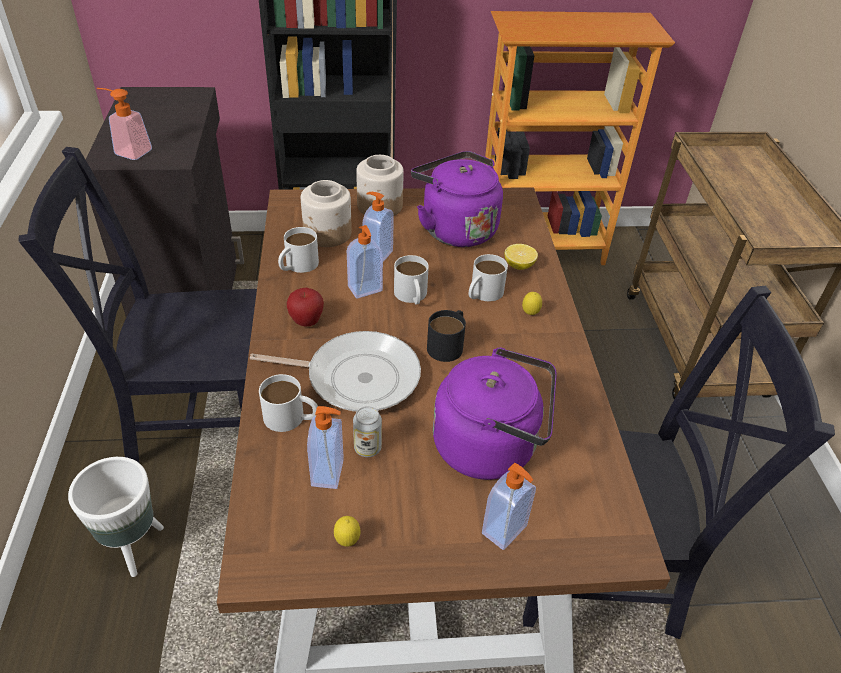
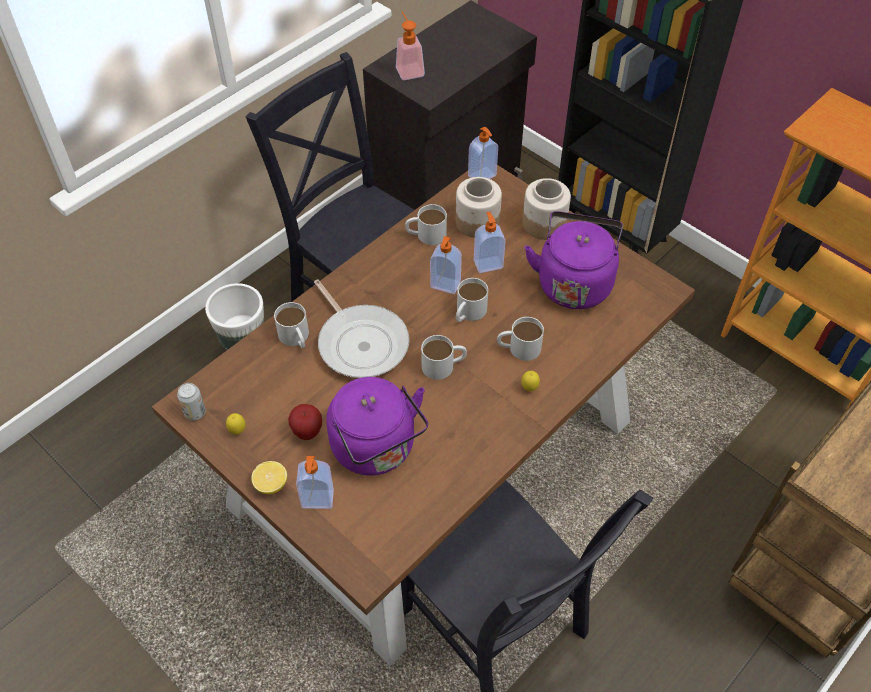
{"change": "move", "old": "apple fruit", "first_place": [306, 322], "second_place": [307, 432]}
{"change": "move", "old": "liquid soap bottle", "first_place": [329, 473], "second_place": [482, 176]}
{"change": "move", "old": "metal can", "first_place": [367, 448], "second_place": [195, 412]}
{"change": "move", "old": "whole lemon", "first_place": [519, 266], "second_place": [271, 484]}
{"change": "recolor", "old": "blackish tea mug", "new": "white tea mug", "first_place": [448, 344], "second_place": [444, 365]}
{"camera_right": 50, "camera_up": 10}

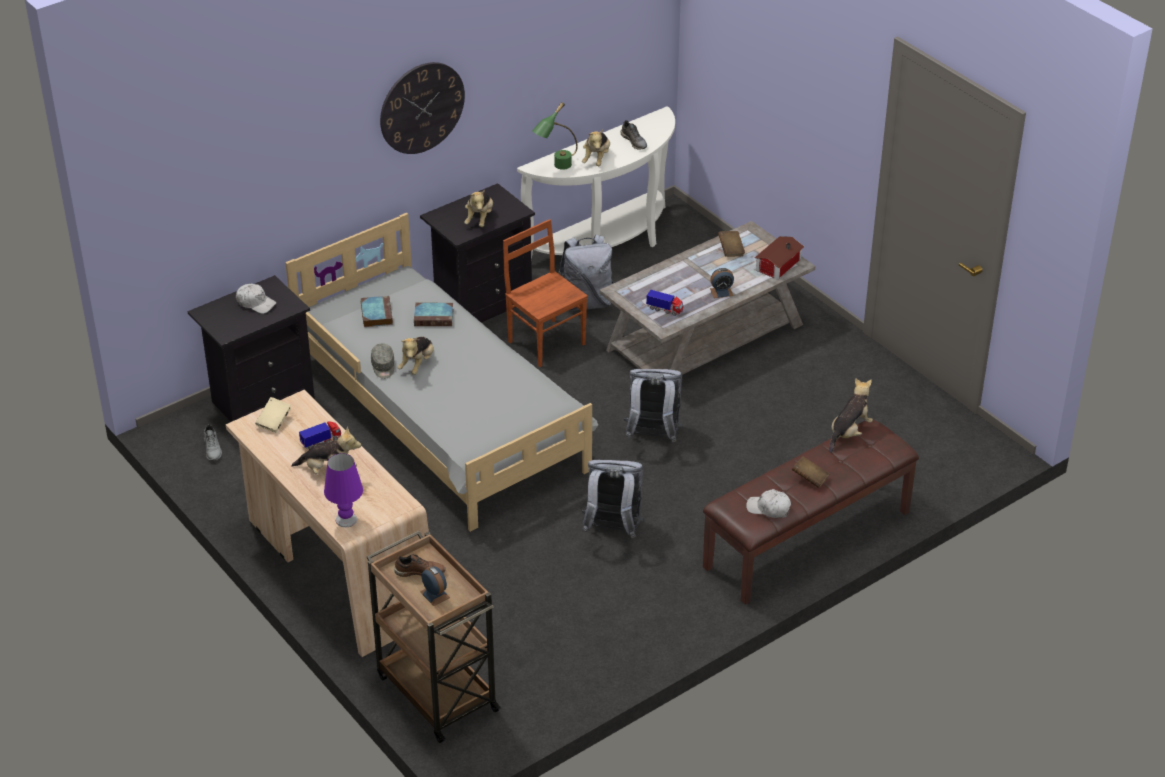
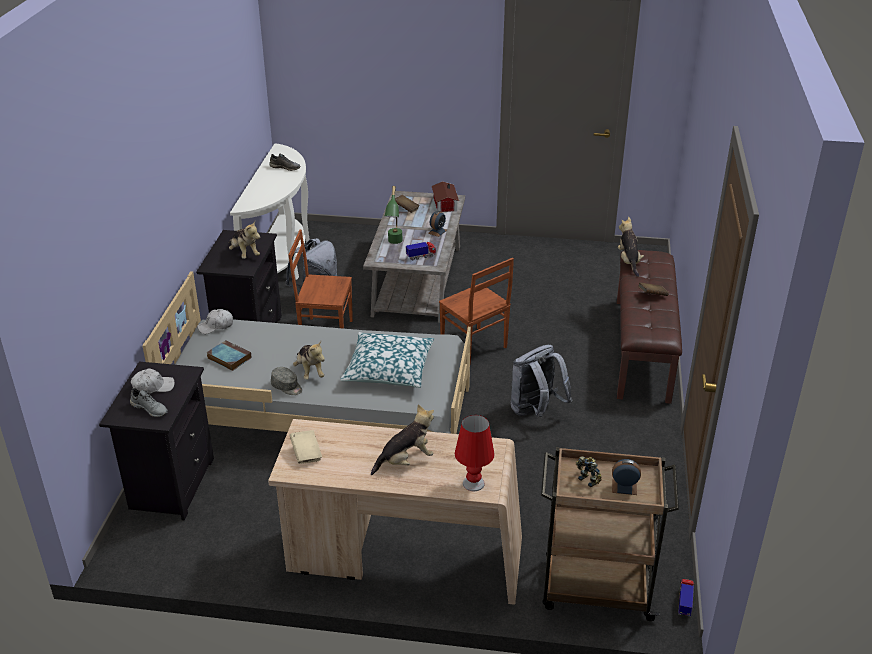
{"change": "delete", "old": "hanging clock", "first_place": [422, 107]}
{"change": "delete", "old": "volume", "first_place": [434, 317]}
{"change": "delete", "old": "soft toy", "first_place": [596, 159]}
{"change": "insert", "new": "throw pillow", "second_place": [388, 369]}
{"change": "move", "old": "gray shoe", "first_place": [213, 449], "second_place": [150, 409]}
{"change": "move", "old": "model truck", "first_place": [321, 442], "second_place": [684, 603]}
{"change": "move", "old": "greenish tabletop lamp", "first_place": [556, 167], "second_place": [394, 243]}
{"change": "move", "old": "white peaked cap", "first_place": [769, 509], "second_place": [216, 326]}
{"change": "replace", "old": "brownish shoe", "new": "toy robot", "first_place": [420, 572], "second_place": [589, 479]}
{"change": "replace", "old": "gray knapsack", "new": "brownish chair", "first_place": [652, 437], "second_place": [473, 347]}
{"change": "recolor", "old": "purple tabletop lamp", "new": "red-coloured tabletop lamp", "first_place": [346, 519], "second_place": [473, 483]}
{"camera_right": -45, "camera_up": -5}

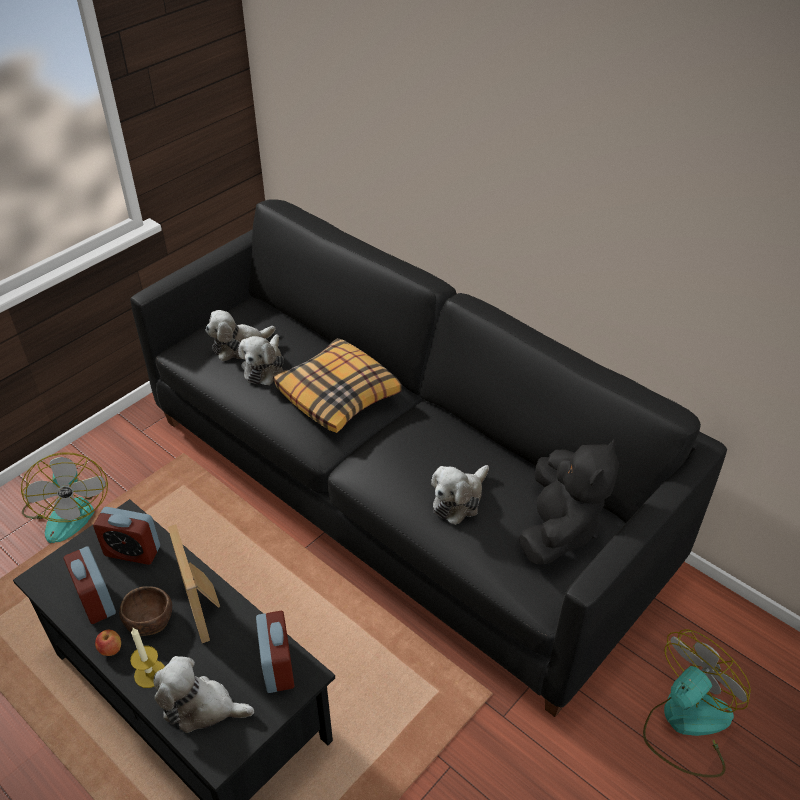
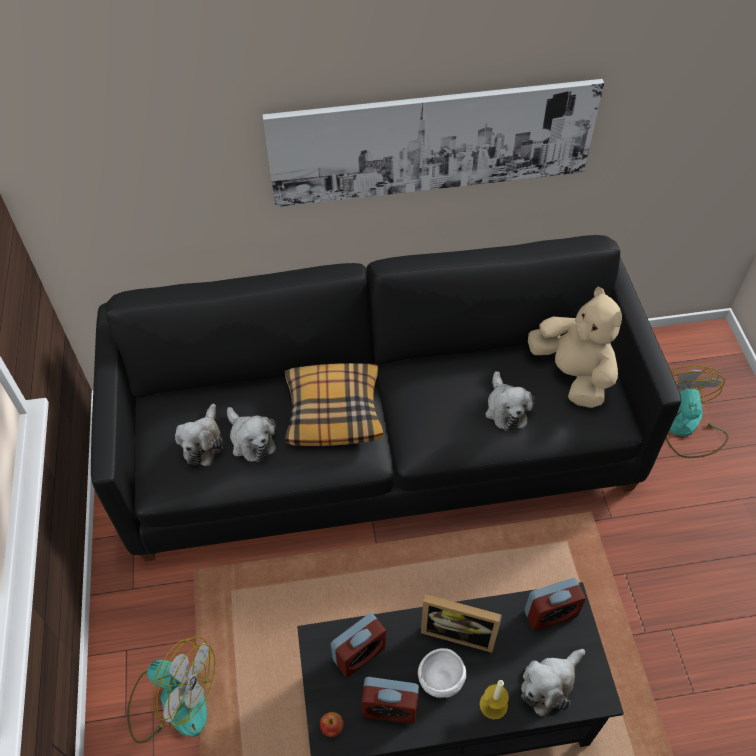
{"change": "insert", "new": "wall picture", "second_place": [432, 142]}
{"change": "move", "old": "apple fruit", "first_place": [111, 649], "second_place": [332, 728]}
{"change": "recolor", "old": "brownish serving bowl", "new": "white serving bowl", "first_place": [148, 619], "second_place": [440, 678]}
{"change": "recolor", "old": "blackish soft toy", "new": "sand-coloured soft toy", "first_place": [558, 529], "second_place": [572, 374]}
{"change": "rotate", "old": "table clock", "first_place": [277, 667], "second_place": [550, 614], "degrees": 135}
{"camera_right": -50, "camera_up": 10}

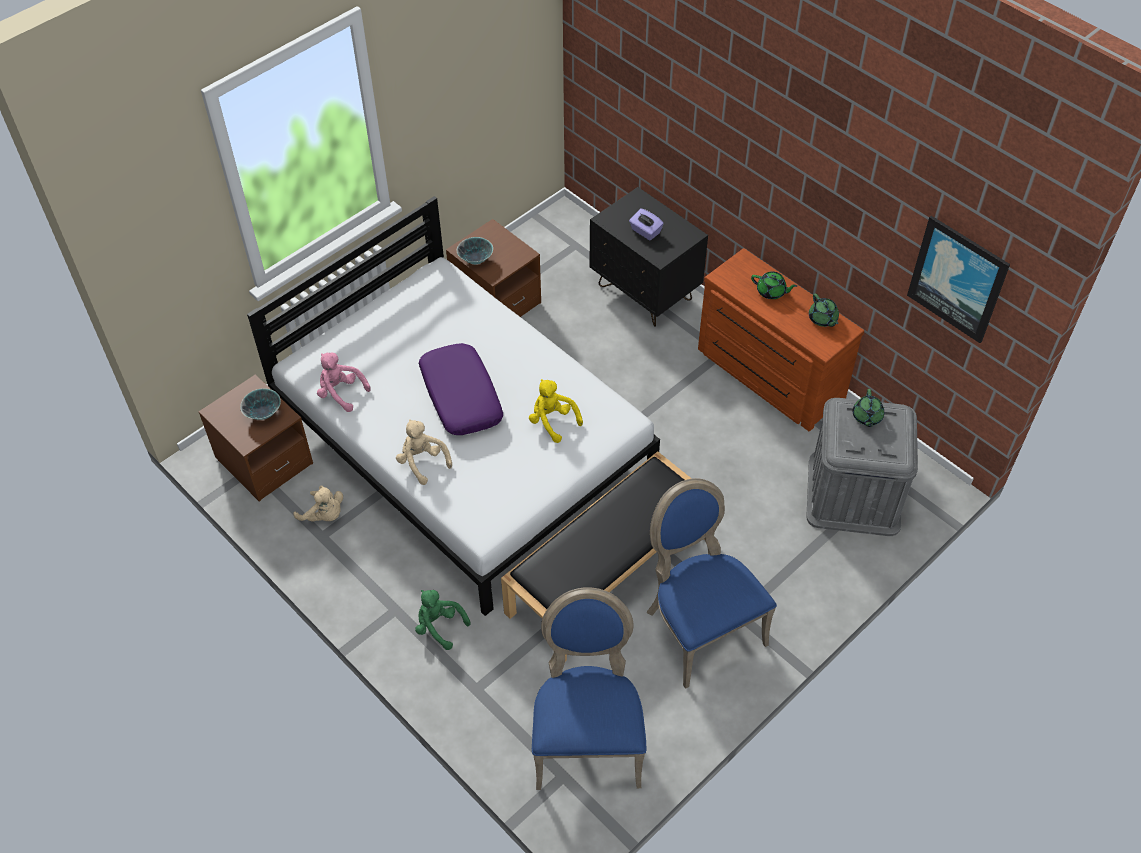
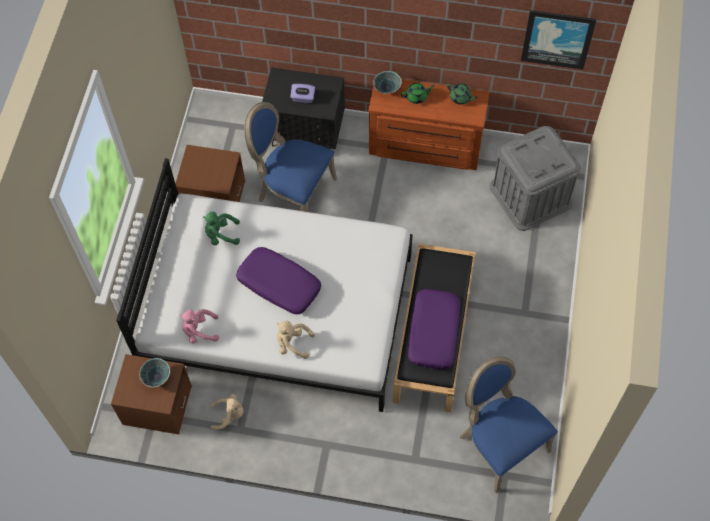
{"change": "delete", "old": "yellow soft toy", "first_place": [552, 421]}
{"change": "delete", "old": "greenish teapot", "first_place": [867, 417]}
{"change": "insert", "new": "purple throw pillow", "second_place": [433, 332]}
{"change": "move", "old": "greenish soft toy", "first_place": [439, 626], "second_place": [221, 235]}
{"change": "move", "old": "serving bowl", "first_place": [476, 260], "second_place": [387, 89]}
{"change": "move", "old": "blue-coloured chair", "first_place": [699, 626], "second_place": [293, 191]}
{"camera_right": -35, "camera_up": 10}

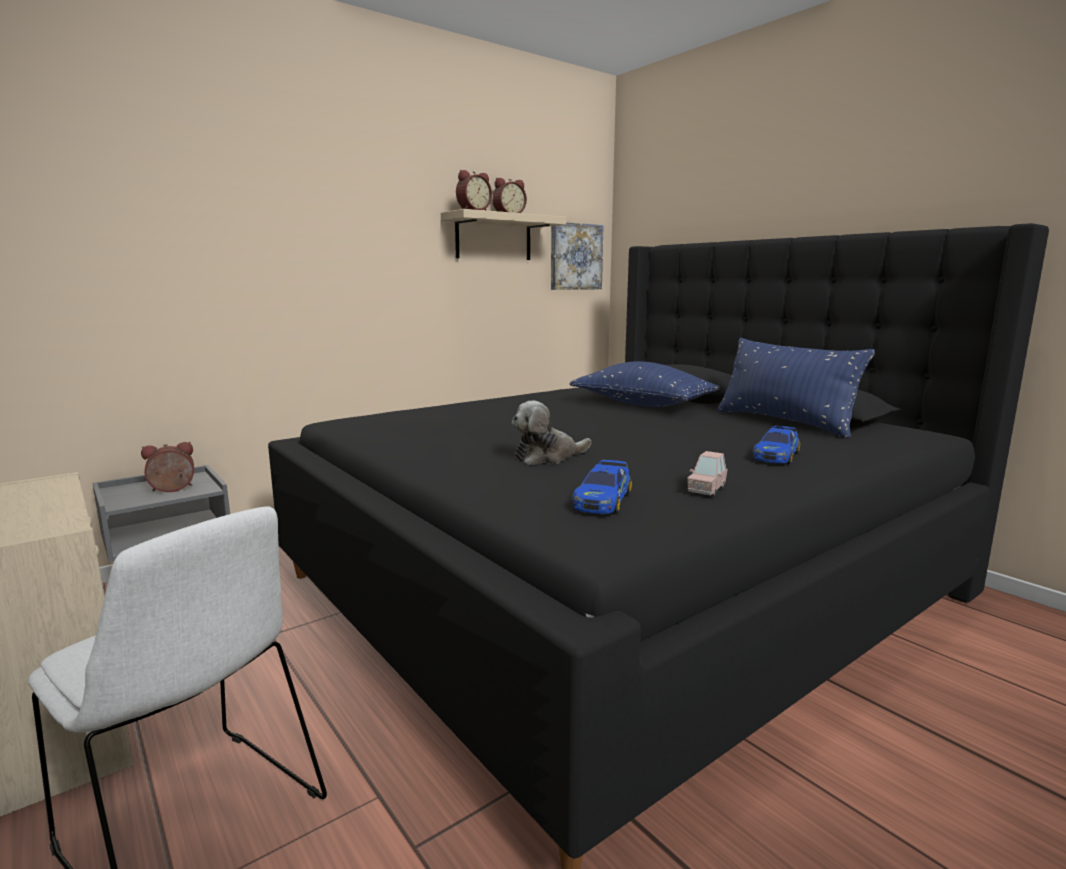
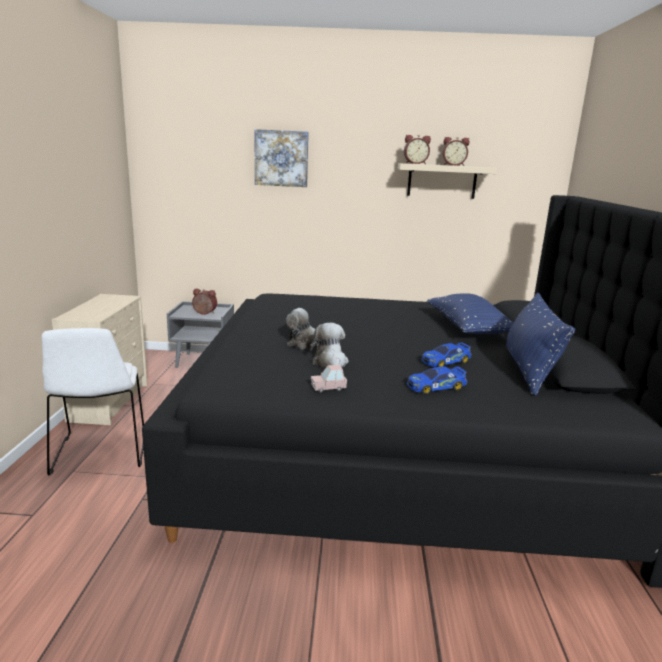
{"change": "insert", "new": "soft toy", "second_place": [330, 364]}
{"change": "move", "old": "wall picture", "first_place": [575, 257], "second_place": [281, 158]}
{"change": "move", "old": "toy car", "first_place": [603, 499], "second_place": [445, 361]}
{"camera_right": 40, "camera_up": 5}

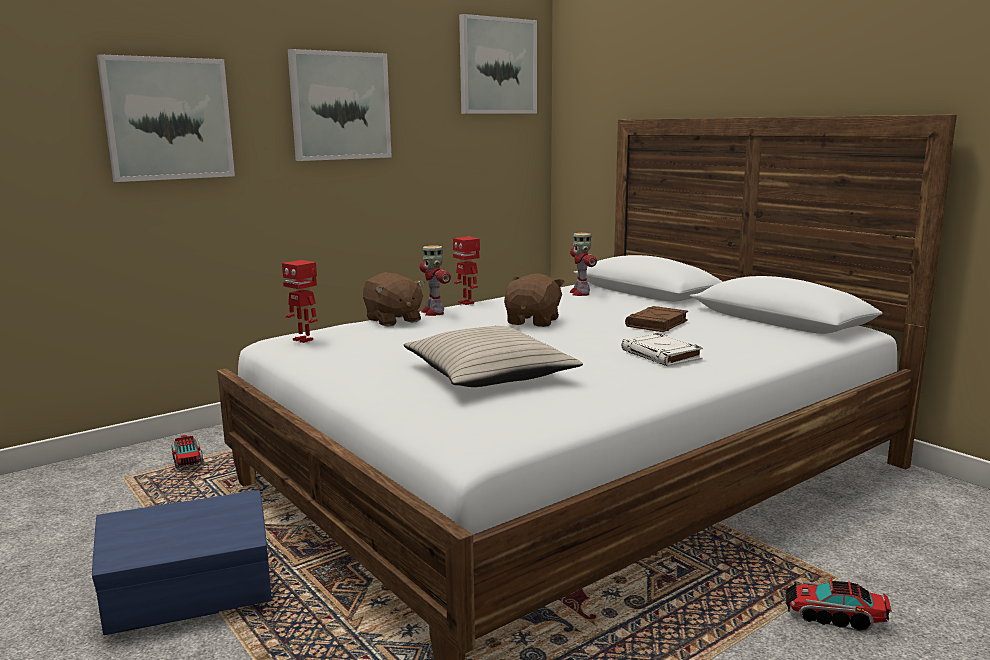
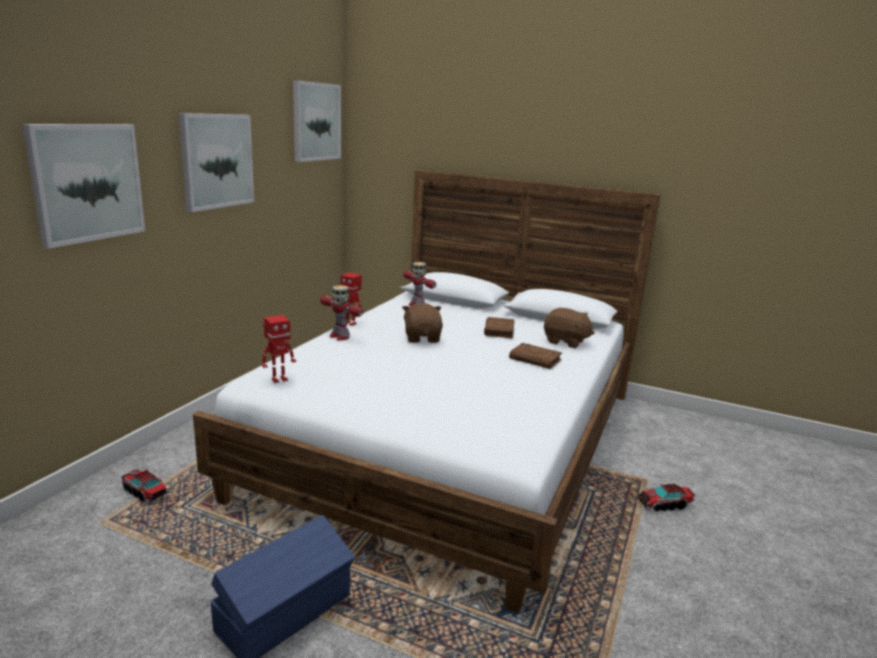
{"change": "delete", "old": "sand-coloured throw pillow", "first_place": [489, 374]}
{"change": "move", "old": "brownish soft toy", "first_place": [393, 320], "second_place": [565, 342]}
{"change": "recolor", "old": "white volume", "new": "brownish volume", "first_place": [662, 355], "second_place": [535, 359]}
{"change": "rotate", "old": "toy robot", "first_place": [304, 340], "second_place": [279, 379], "degrees": -45}
{"camera_right": -30, "camera_up": 5}

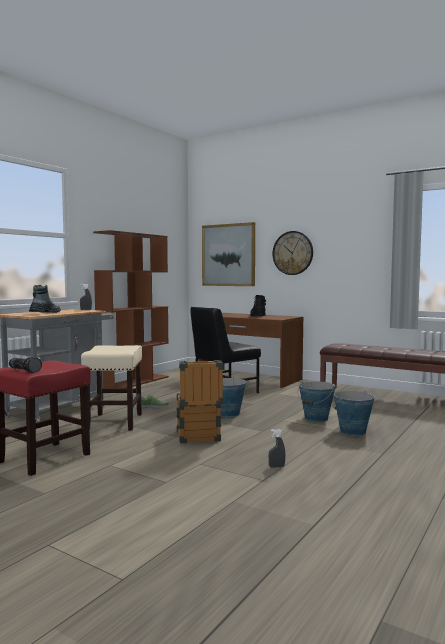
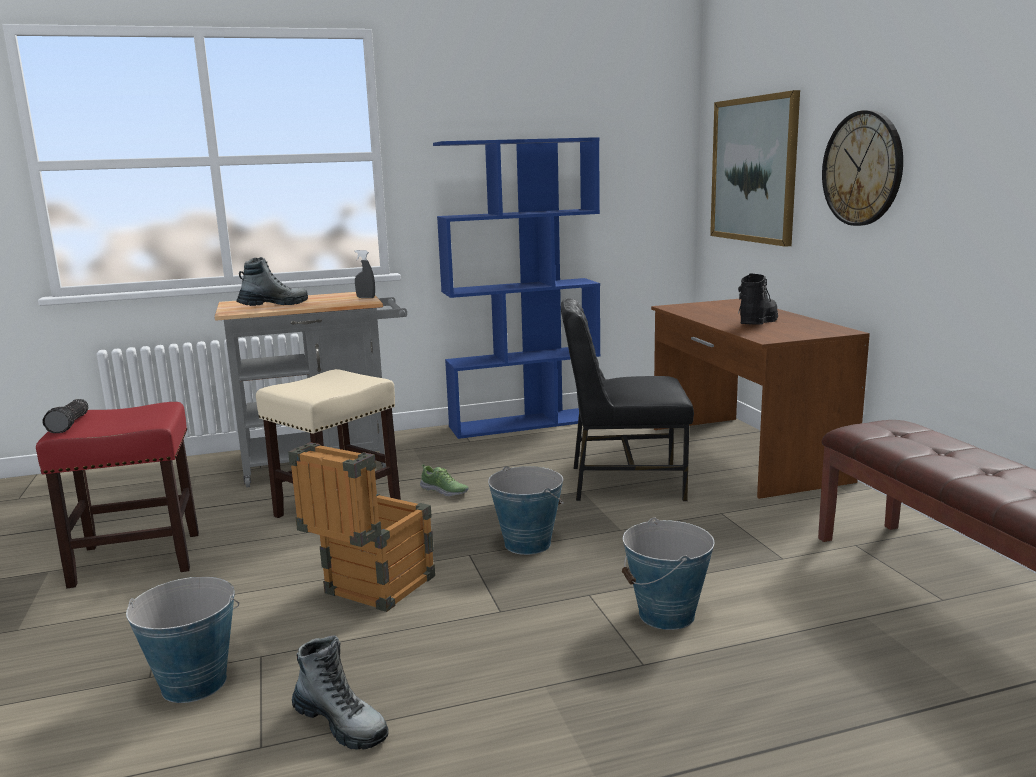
{"change": "move", "old": "pail", "first_place": [352, 432], "second_place": [193, 683]}
{"change": "replace", "old": "gray sprayer", "new": "tall boot", "first_place": [276, 467], "second_place": [341, 723]}
{"change": "recolor", "old": "brownish shelving unit", "new": "blue-coloured shelving unit", "first_place": [134, 382], "second_place": [525, 423]}
{"camera_right": 40, "camera_up": 10}

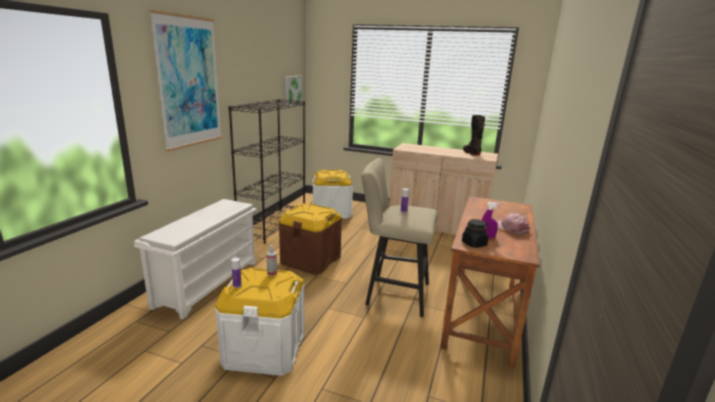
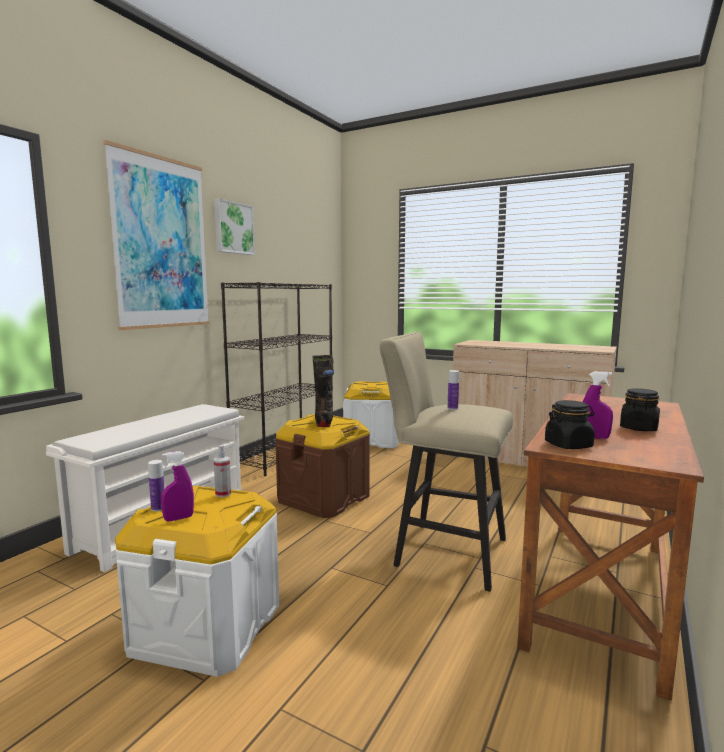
{"change": "insert", "new": "purple sprayer", "second_place": [178, 518]}
{"change": "move", "old": "wall picture", "first_place": [292, 90], "second_place": [233, 228]}
{"change": "move", "old": "blackish tall boot", "first_place": [471, 153], "second_place": [324, 422]}
{"change": "replace", "old": "pink-coloured peaked cap", "new": "blackish jar", "first_place": [510, 228], "second_place": [638, 428]}
{"camera_right": 10, "camera_up": -10}

